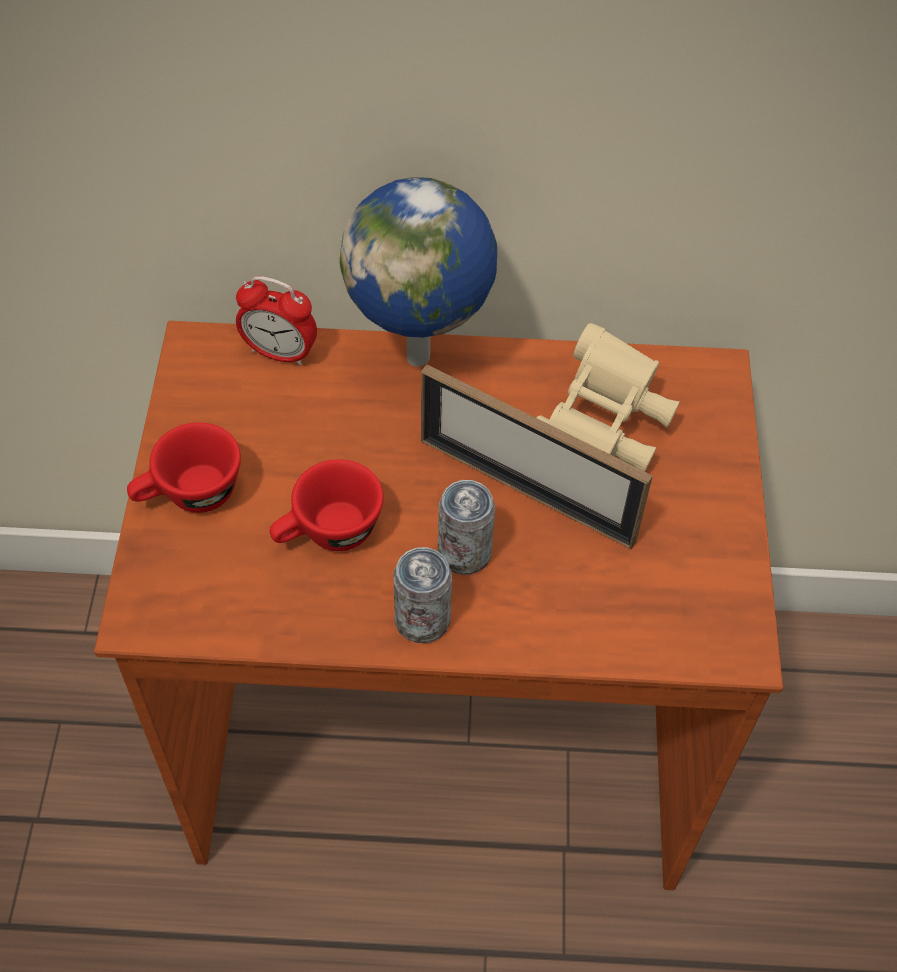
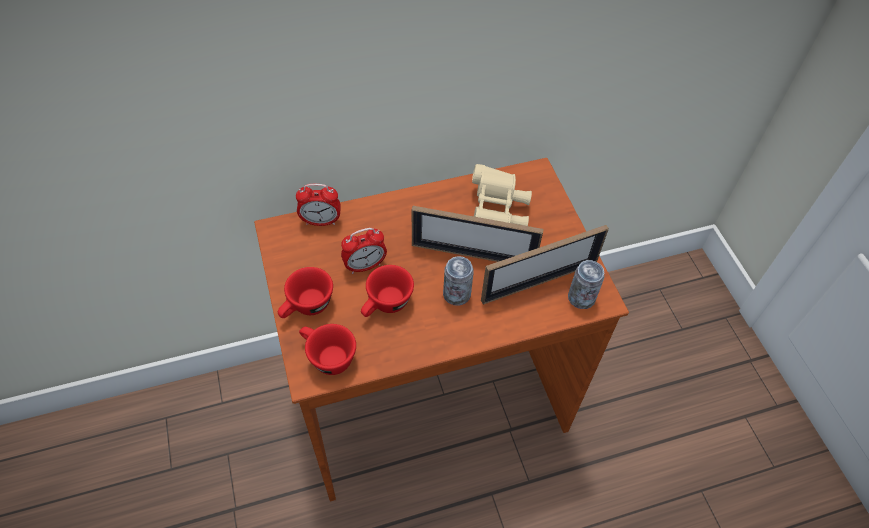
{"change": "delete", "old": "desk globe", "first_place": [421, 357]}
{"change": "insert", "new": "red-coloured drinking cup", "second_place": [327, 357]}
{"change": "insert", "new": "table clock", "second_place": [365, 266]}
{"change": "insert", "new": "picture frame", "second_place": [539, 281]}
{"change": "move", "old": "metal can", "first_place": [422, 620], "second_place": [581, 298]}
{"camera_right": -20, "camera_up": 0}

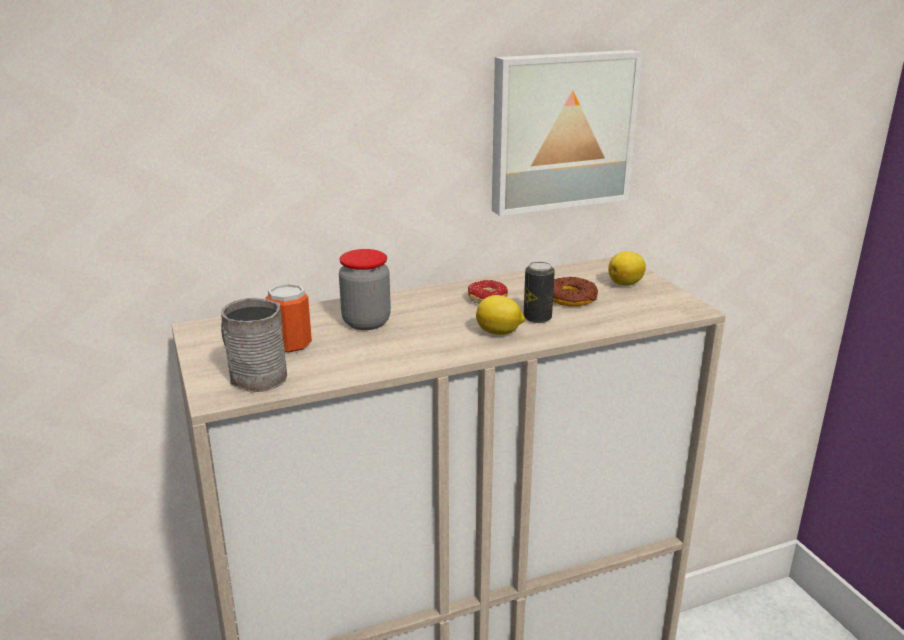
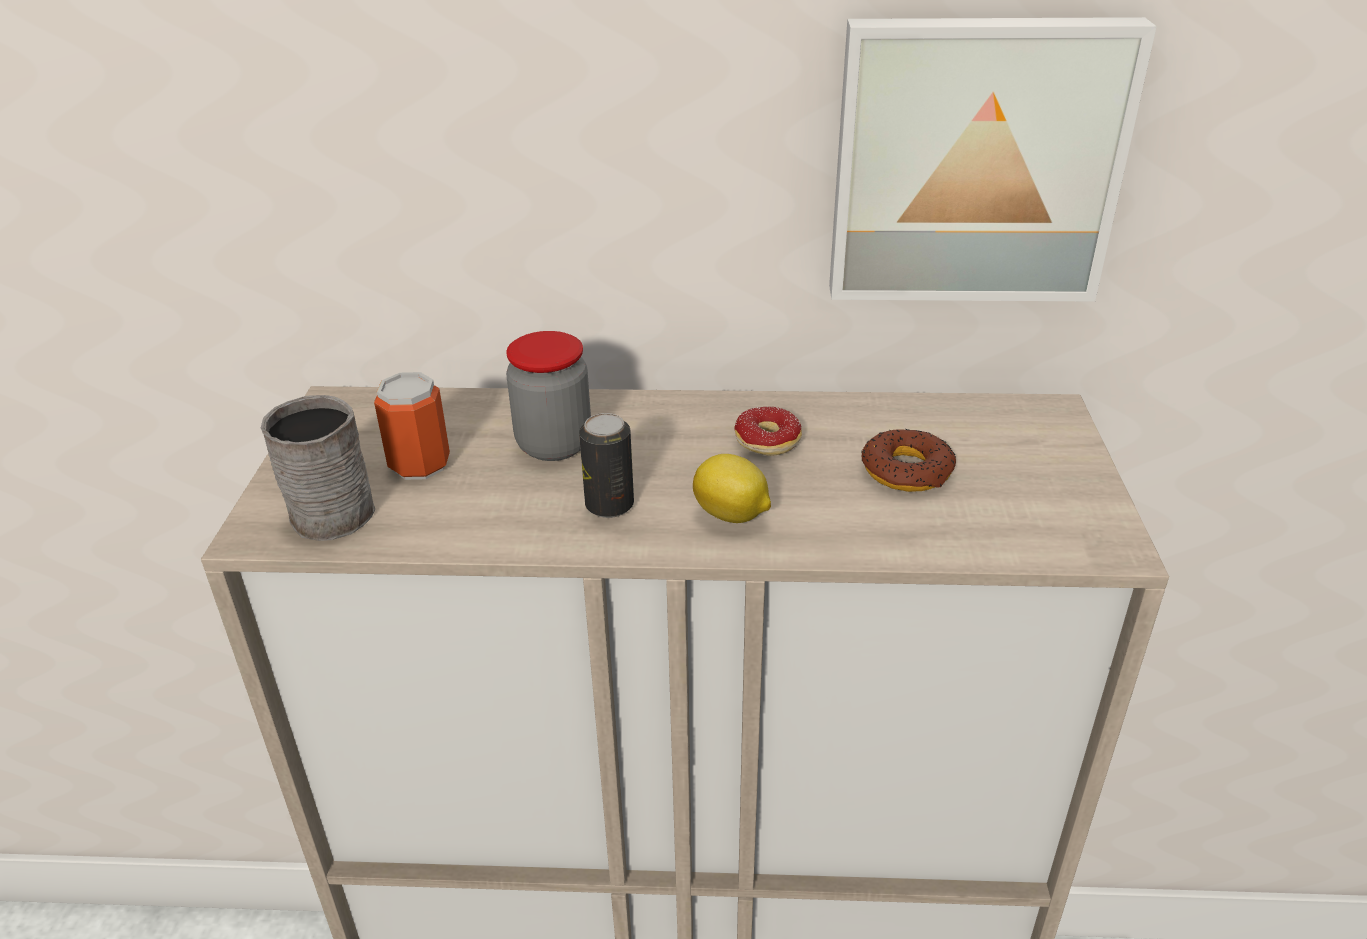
{"change": "delete", "old": "whole lemon", "first_place": [626, 284]}
{"change": "move", "old": "metal can", "first_place": [537, 318], "second_place": [609, 505]}
{"camera_right": 25, "camera_up": 10}

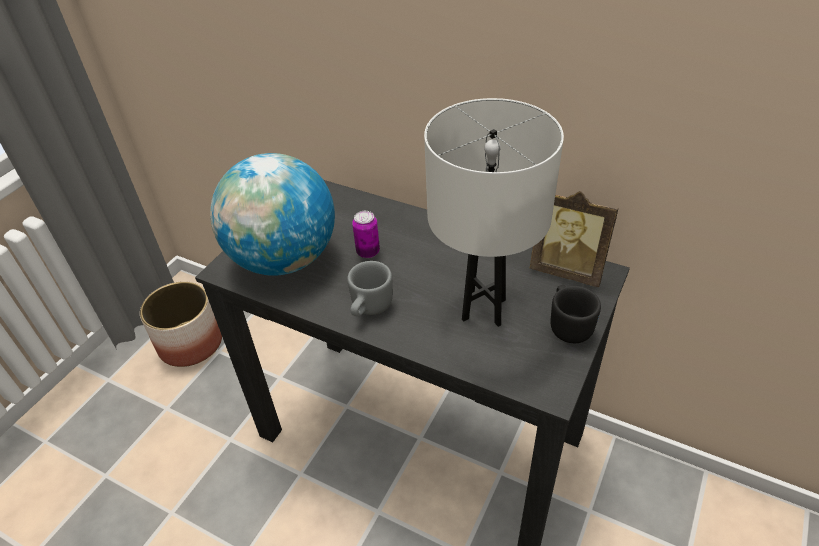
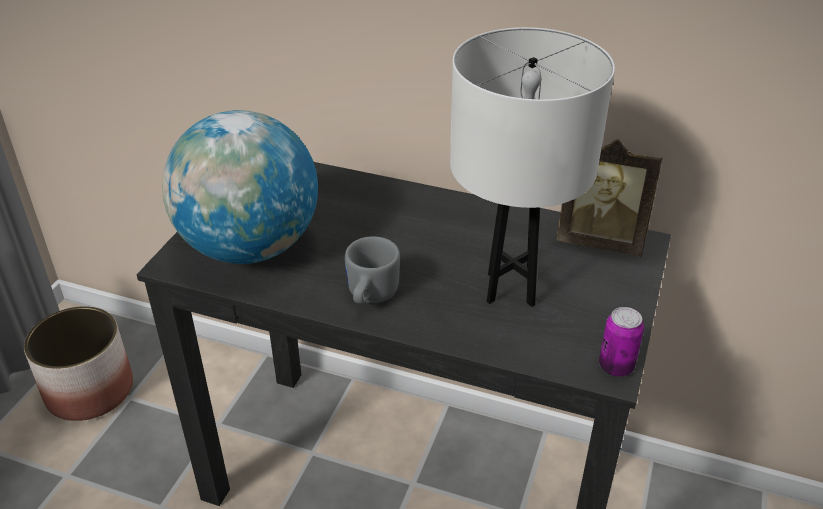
{"change": "delete", "old": "blackish tea mug", "first_place": [569, 325]}
{"change": "move", "old": "metal can", "first_place": [368, 252], "second_place": [616, 366]}
{"camera_right": -10, "camera_up": -5}

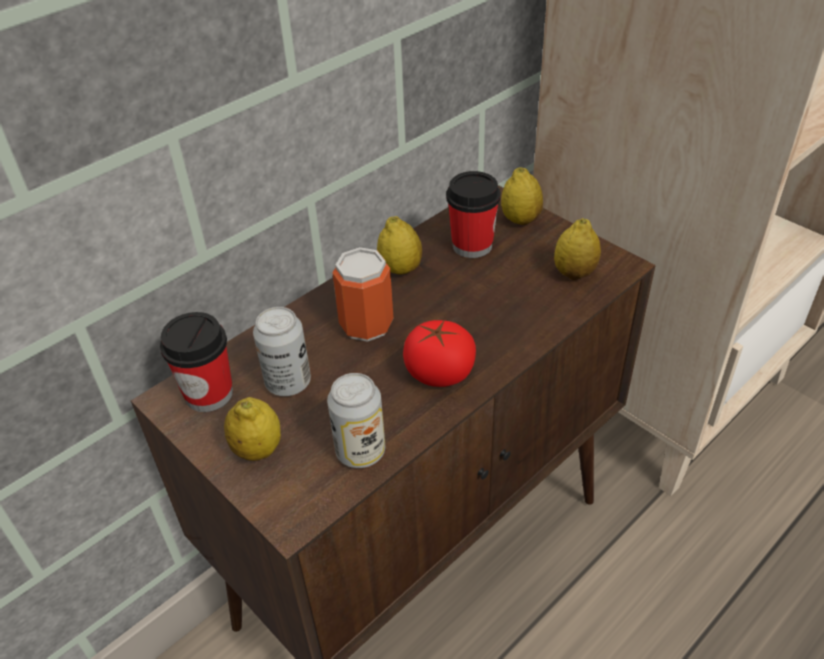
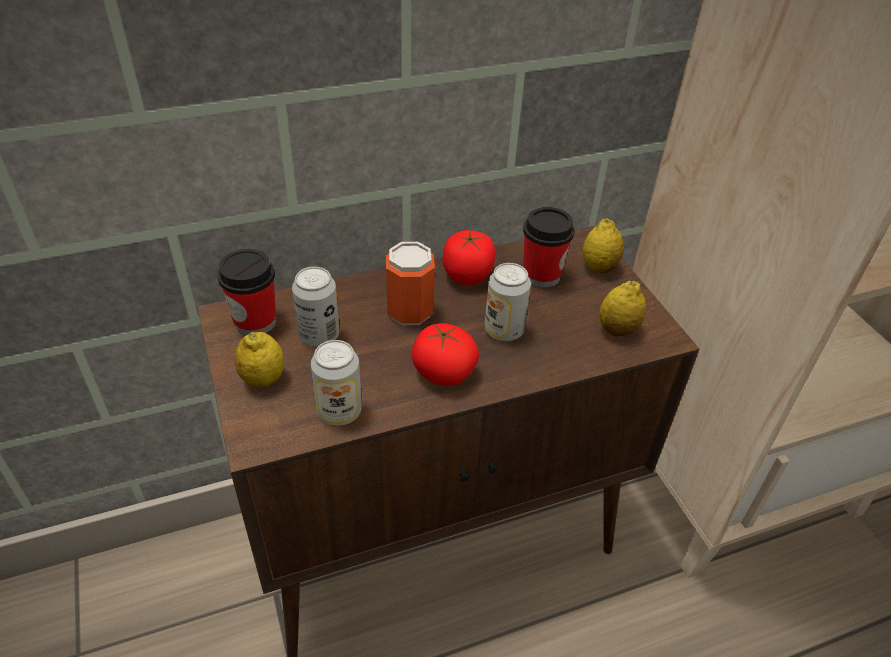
{"change": "insert", "new": "metal can", "second_place": [503, 330]}
{"change": "replace", "old": "whole lemon", "new": "tomato", "first_place": [400, 269], "second_place": [467, 275]}
{"camera_right": 20, "camera_up": 0}

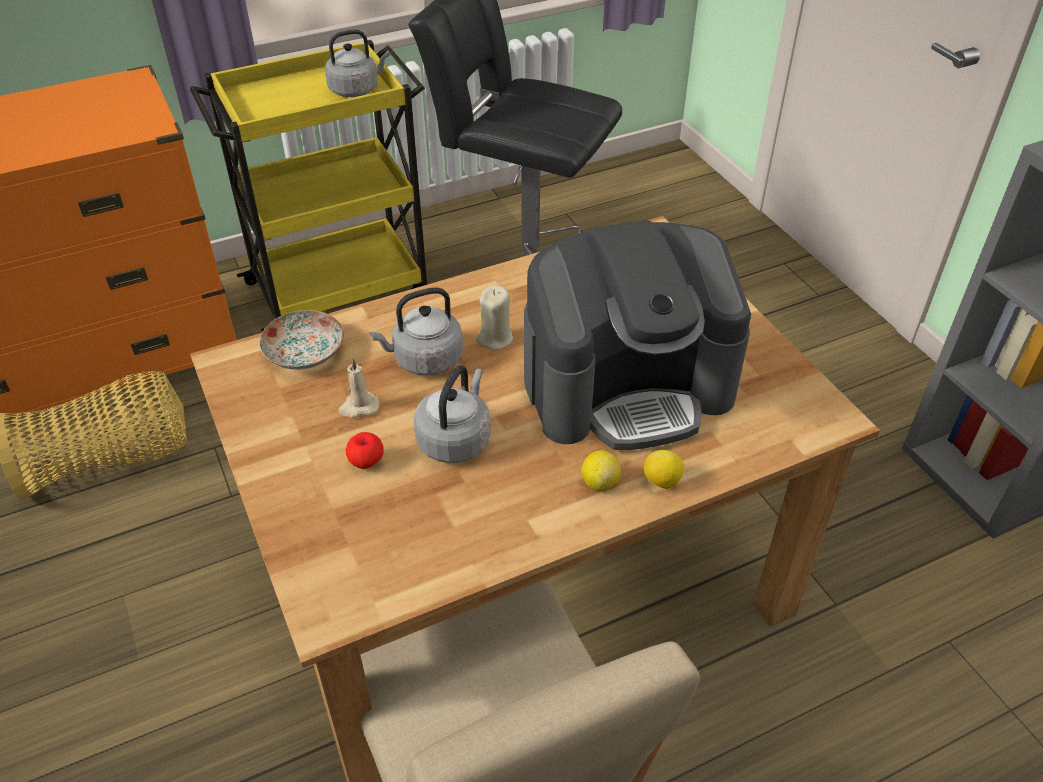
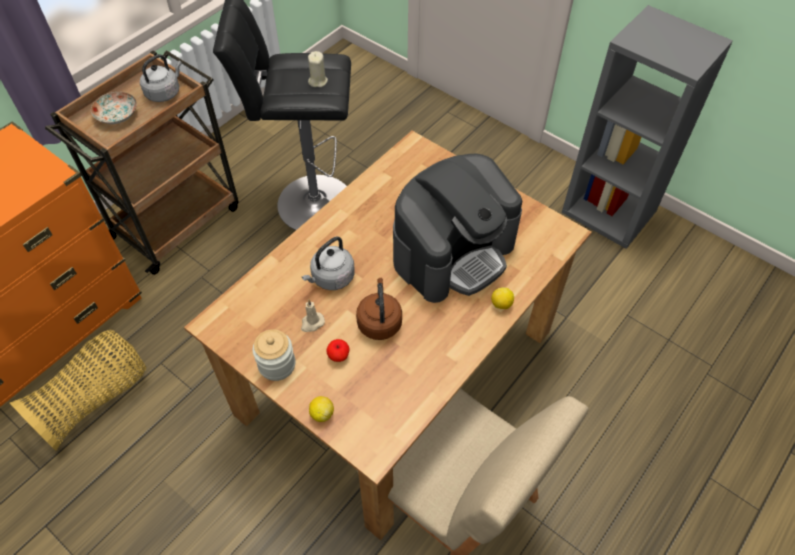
{"change": "insert", "new": "jar", "second_place": [277, 364]}
{"change": "move", "old": "plate", "first_place": [305, 353], "second_place": [118, 115]}
{"change": "move", "old": "sand-coloured candle", "first_place": [495, 338], "second_place": [318, 81]}
{"change": "move", "old": "whole lemon", "first_place": [599, 482], "second_place": [322, 414]}
{"change": "recolor", "old": "yellow cart", "new": "brownish cart", "first_place": [340, 288], "second_place": [177, 221]}
{"change": "recolor", "old": "gray tea kettle", "new": "brownish tea kettle", "first_place": [455, 439], "second_place": [379, 322]}
{"camera_right": -25, "camera_up": 10}

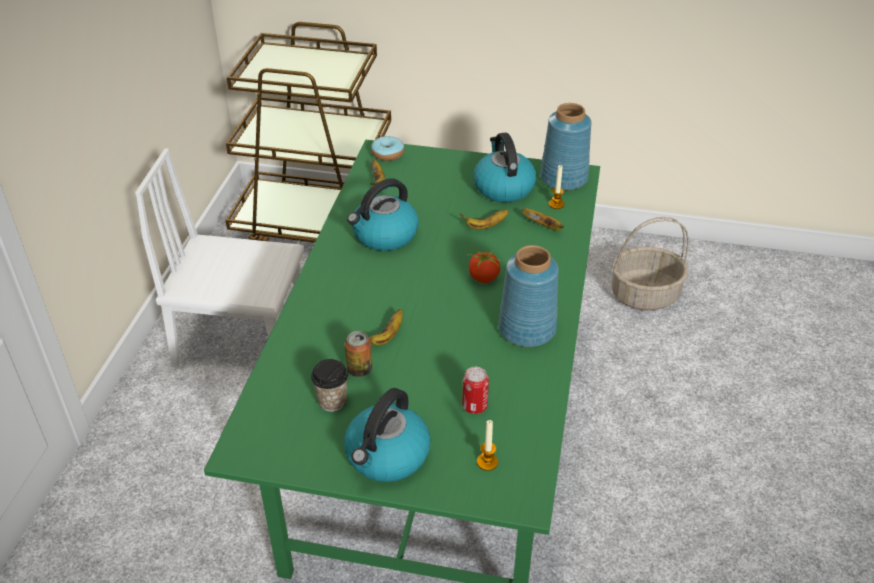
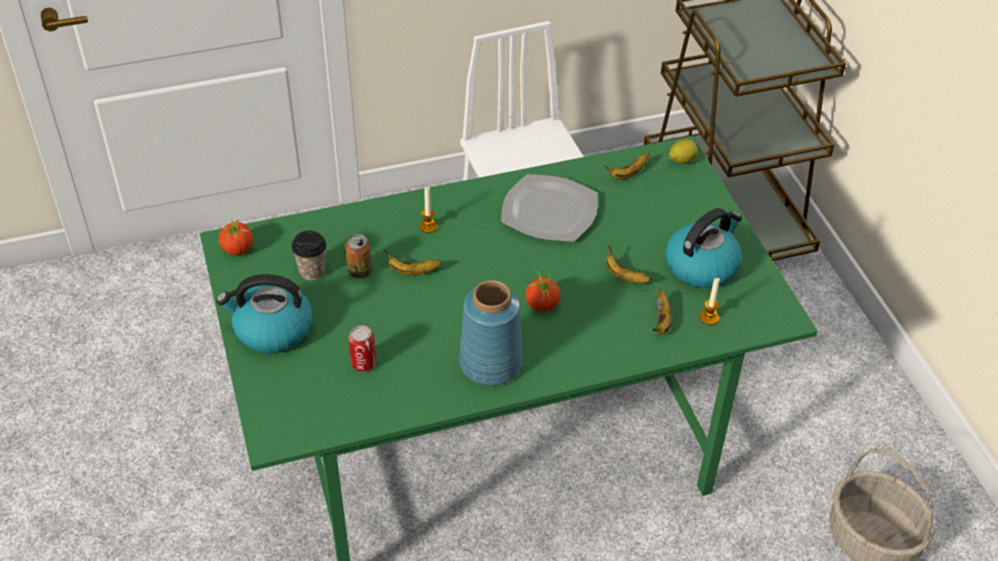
{"change": "delete", "old": "blue-coloured decorative vase", "first_place": [563, 179]}
{"change": "insert", "new": "tomato", "second_place": [238, 249]}
{"change": "move", "old": "candle", "first_place": [487, 462], "second_place": [428, 226]}
{"change": "replace", "old": "tea kettle", "new": "plate", "first_place": [384, 235], "second_place": [550, 212]}
{"change": "replace", "old": "ring doughnut", "new": "whole lemon", "first_place": [388, 154], "second_place": [681, 160]}
{"camera_right": 60, "camera_up": 5}

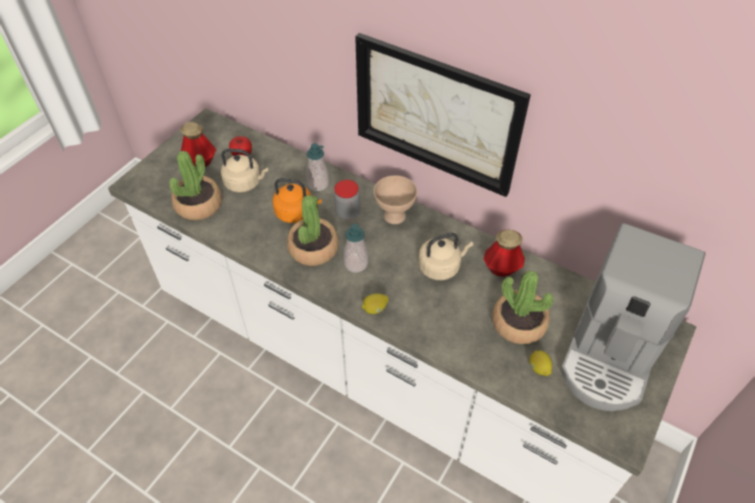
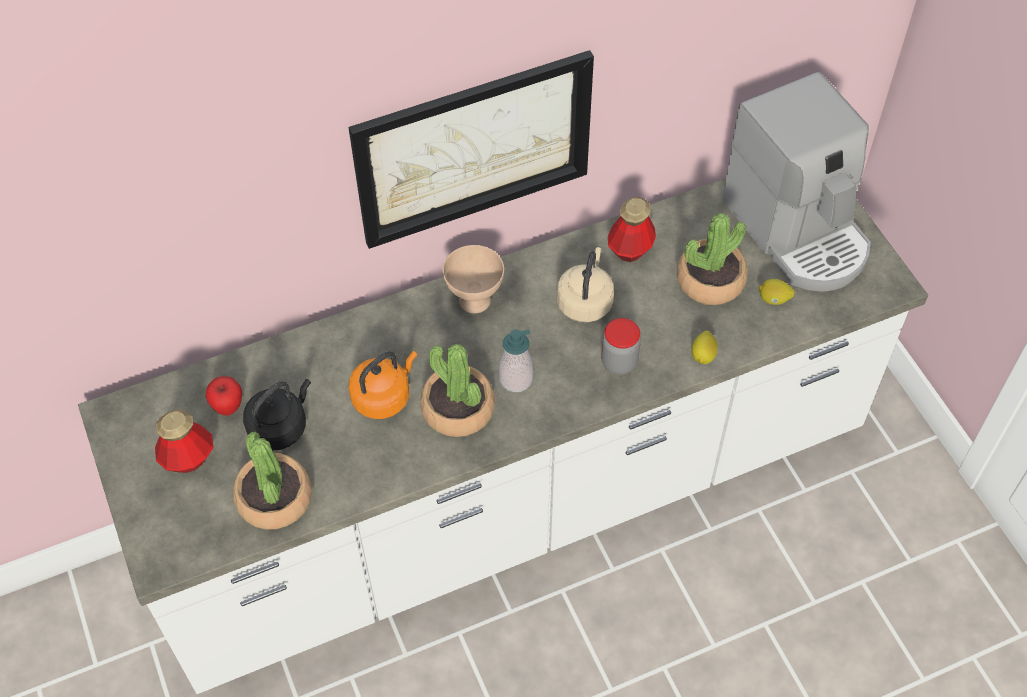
{"change": "delete", "old": "liquid soap bottle", "first_place": [318, 184]}
{"change": "move", "old": "jar", "first_place": [347, 213], "second_place": [619, 362]}
{"change": "move", "old": "whole lemon", "first_place": [375, 309], "second_place": [703, 355]}
{"change": "recolor", "old": "sand-coloured tea kettle", "new": "blackish tea kettle", "first_place": [245, 183], "second_place": [280, 427]}
{"camera_right": -55, "camera_up": 5}

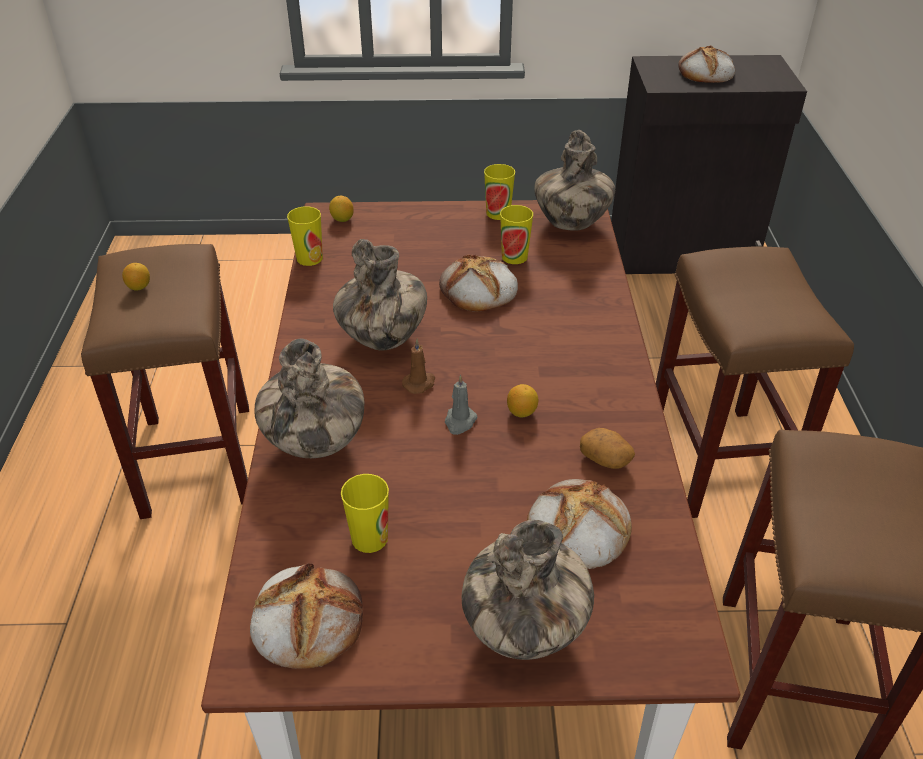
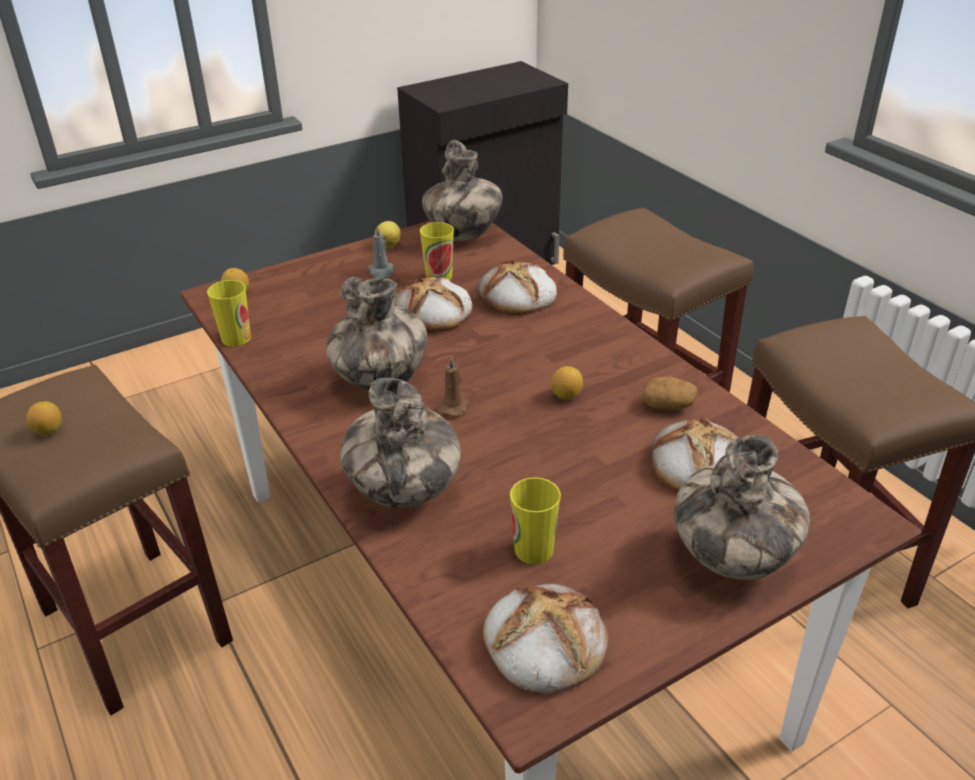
{"change": "move", "old": "gray candle", "first_place": [460, 422], "second_place": [381, 272]}
{"change": "move", "old": "bread", "first_place": [705, 72], "second_place": [516, 296]}
{"change": "replace", "old": "drinking cup", "new": "whole lemon", "first_place": [498, 213], "second_place": [389, 245]}
{"camera_right": -30, "camera_up": -5}

